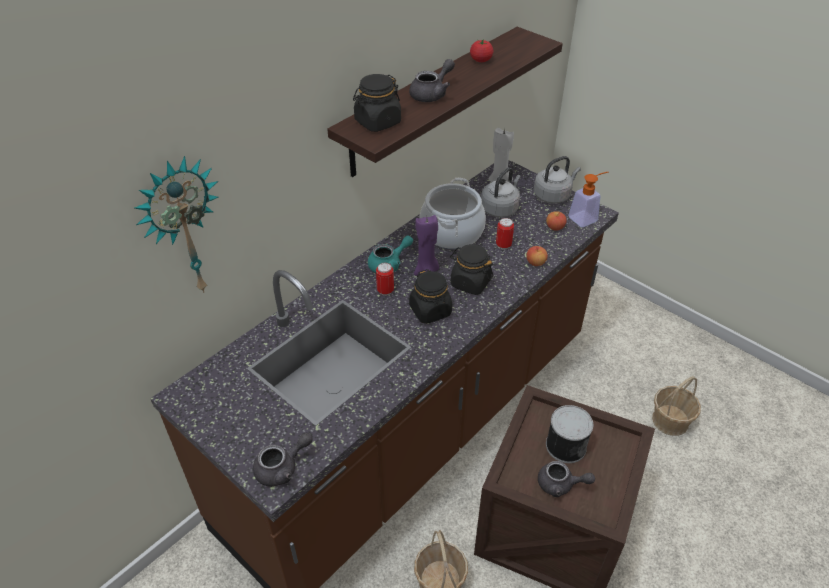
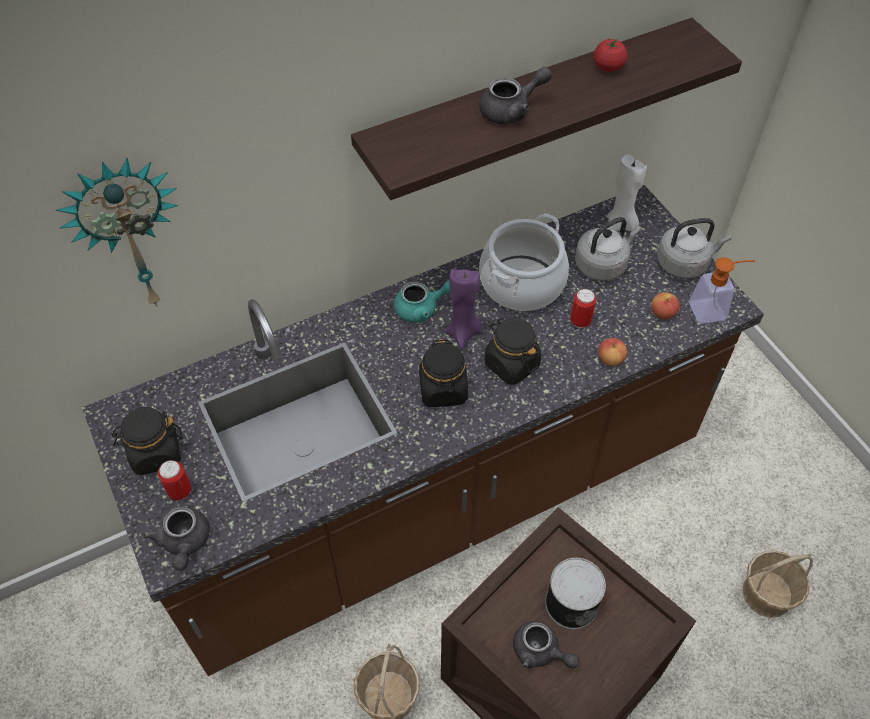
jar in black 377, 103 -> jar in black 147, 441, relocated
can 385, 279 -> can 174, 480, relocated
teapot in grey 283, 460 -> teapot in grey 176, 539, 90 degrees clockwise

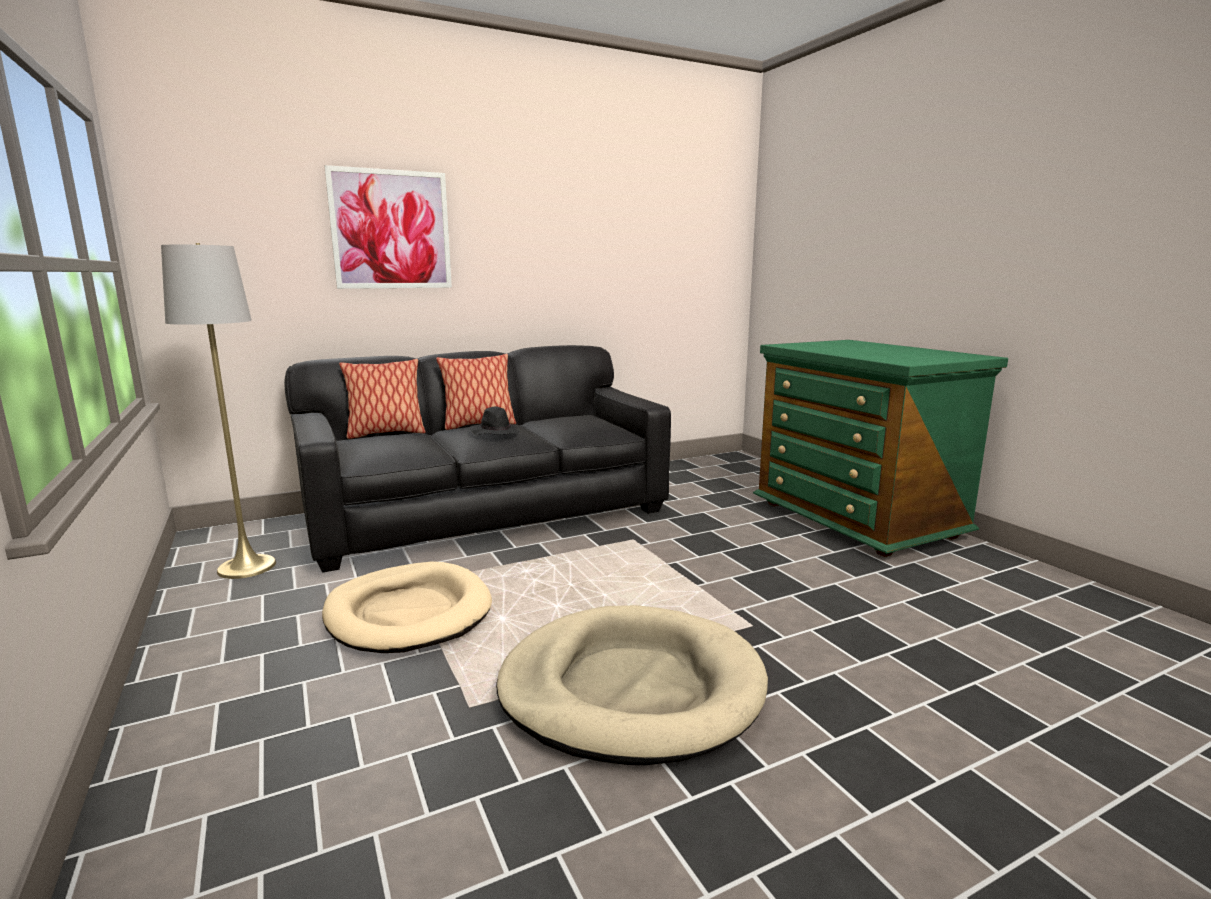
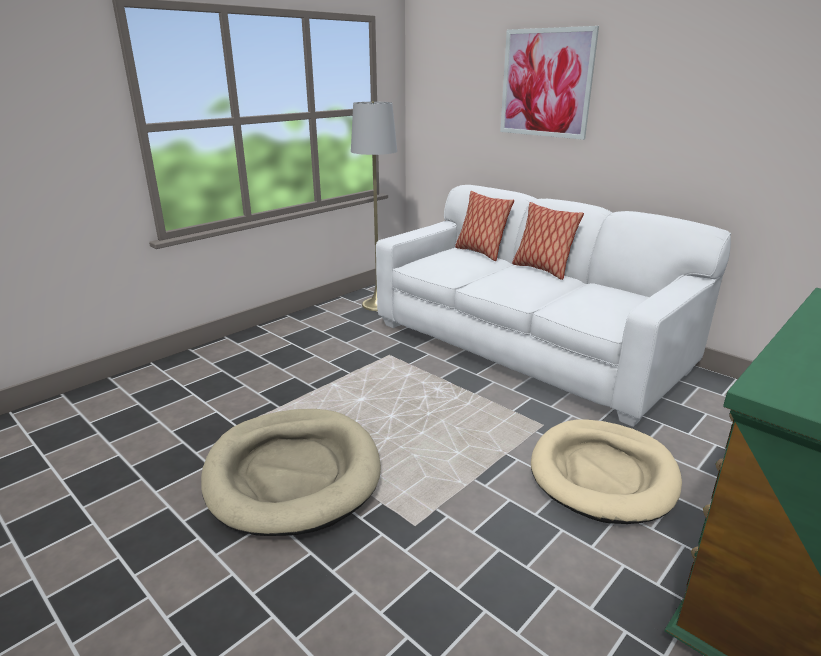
hat in black 495, 420 -> none
dog bed in beige 407, 607 -> dog bed in beige 606, 472, relocated
sofa in black 477, 459 -> sofa in white 553, 306

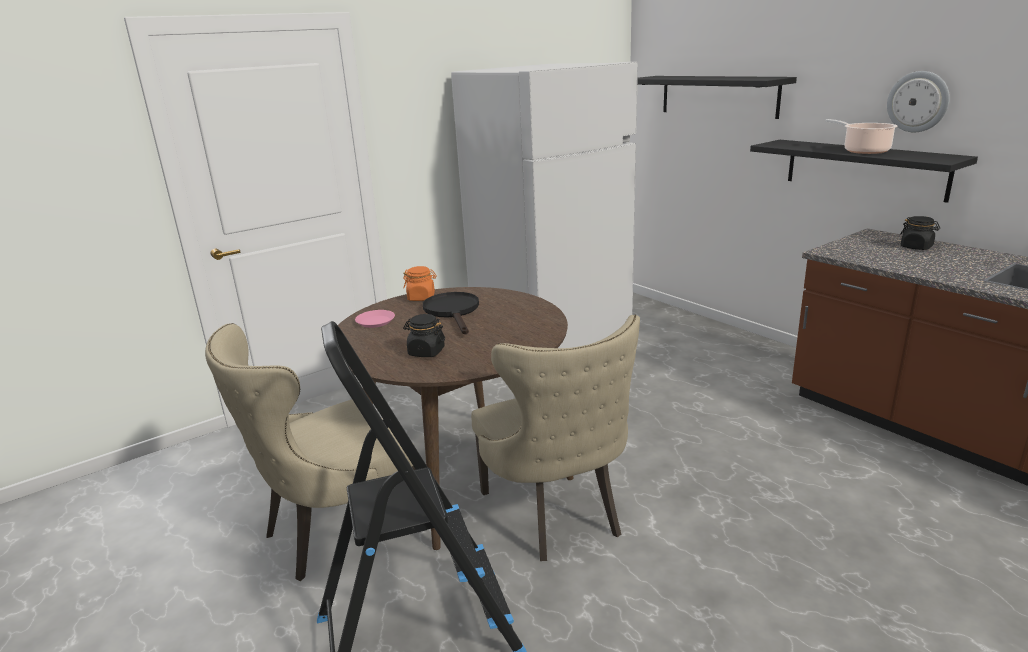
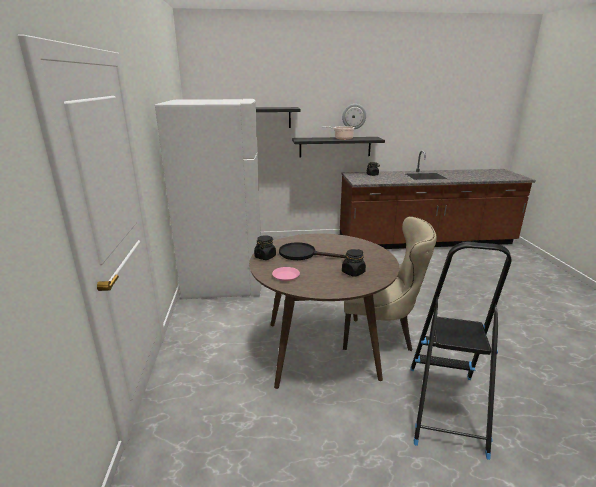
chair in beige 310, 452 -> none
jar in orange 420, 283 -> jar in black 265, 247

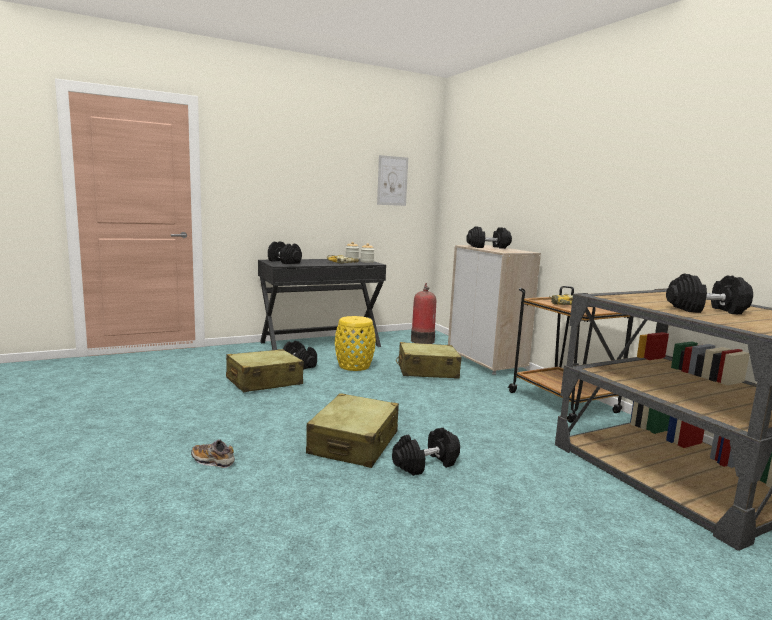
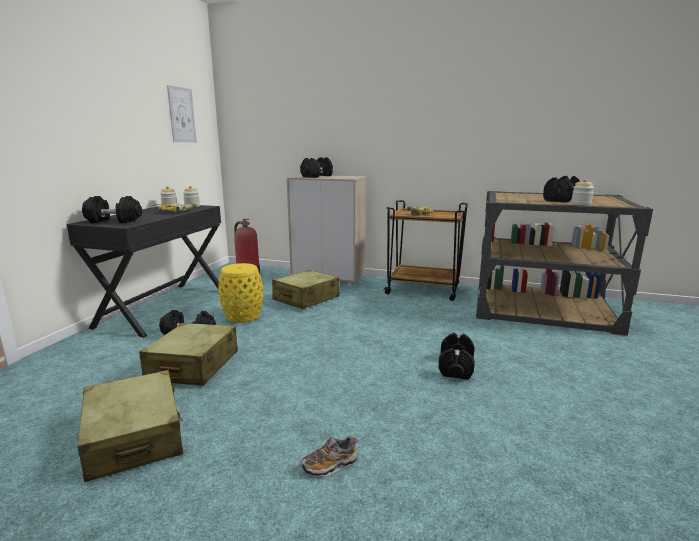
none -> jar 582, 192
suitcase in beige 352, 430 -> suitcase in beige 130, 426, relocated

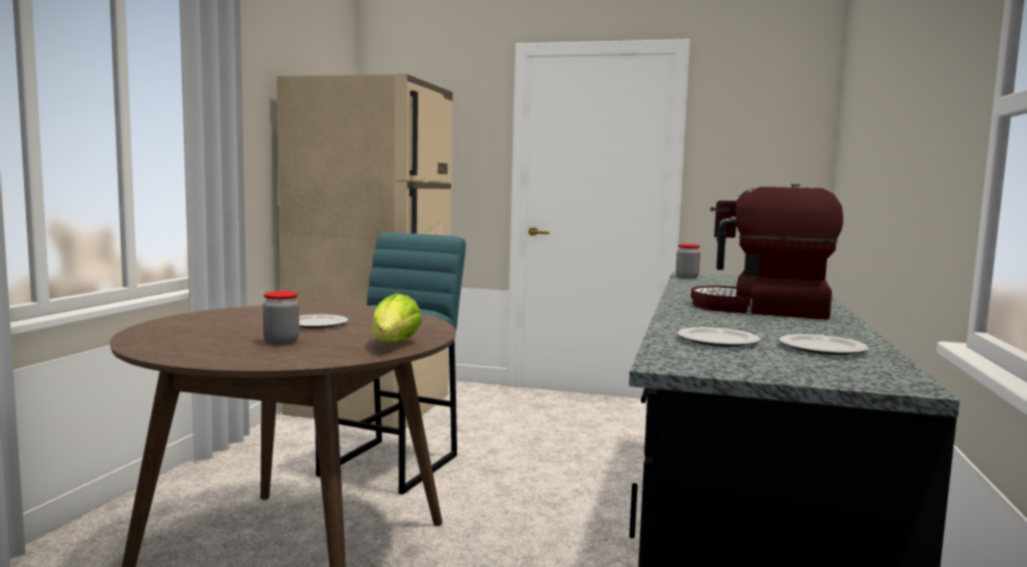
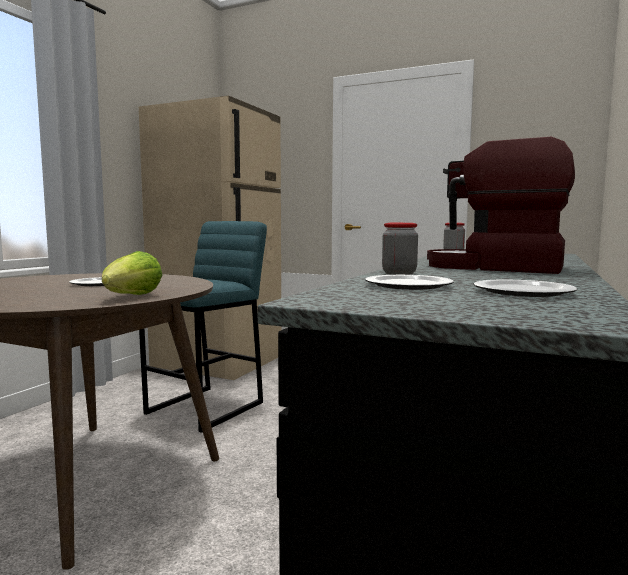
jar 281, 318 -> jar 400, 249, relocated

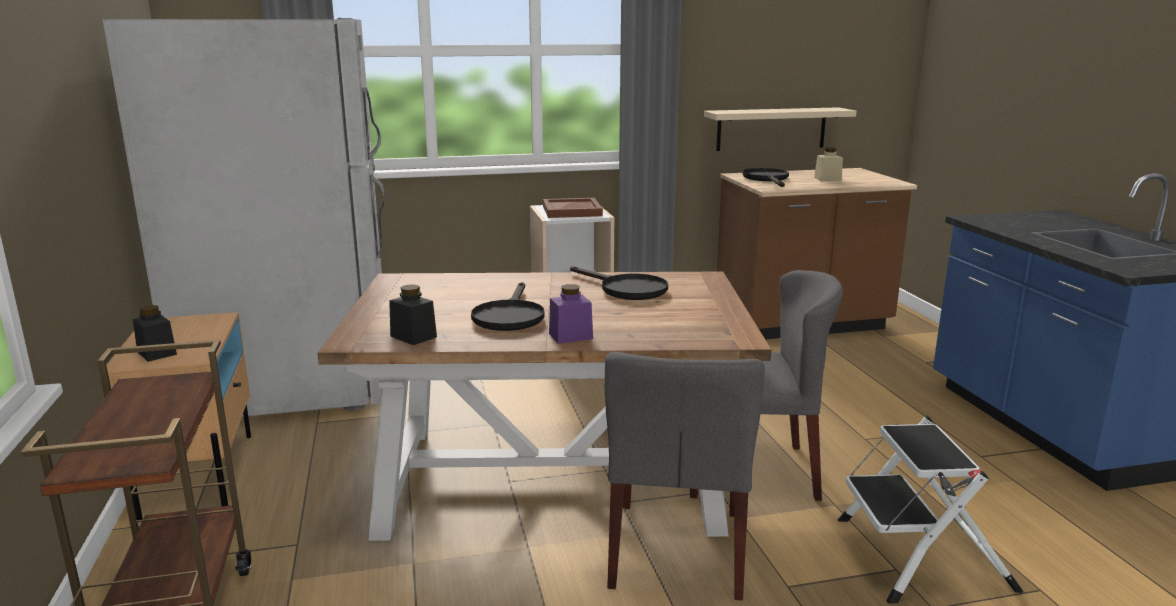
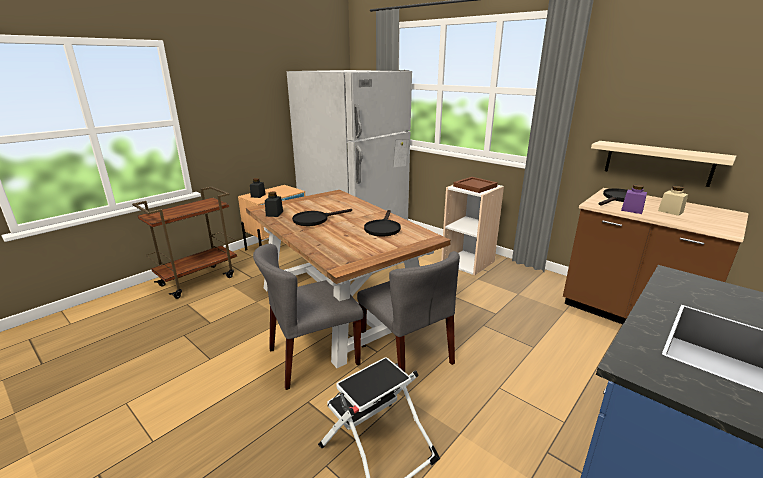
jar in purple 571, 314 -> jar in purple 634, 199, relocated

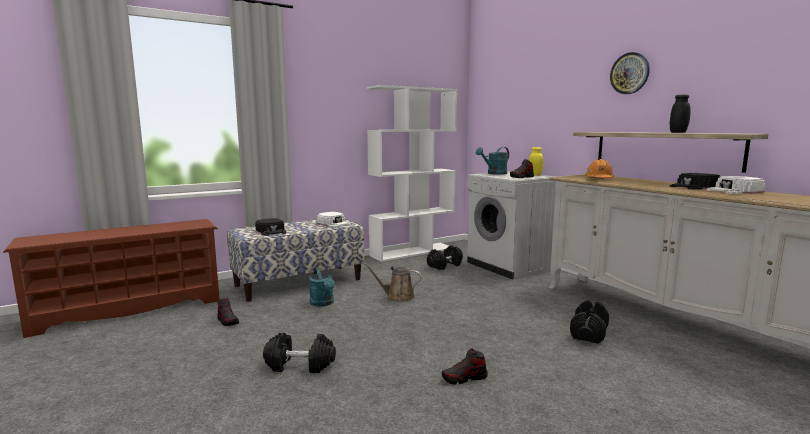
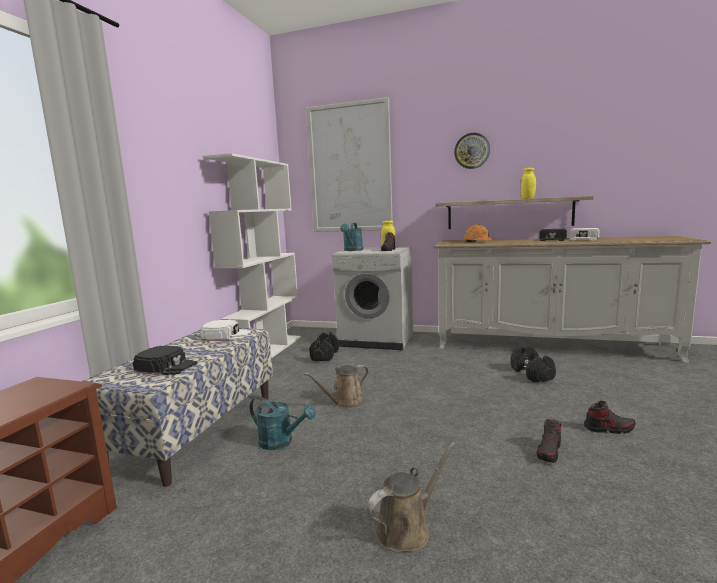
none -> picture 349, 164
shoe 228, 312 -> shoe 610, 417, relocated
dumbbell in black 299, 353 -> watering can in brown 410, 497
jar in black 680, 113 -> jar in yellow 528, 183

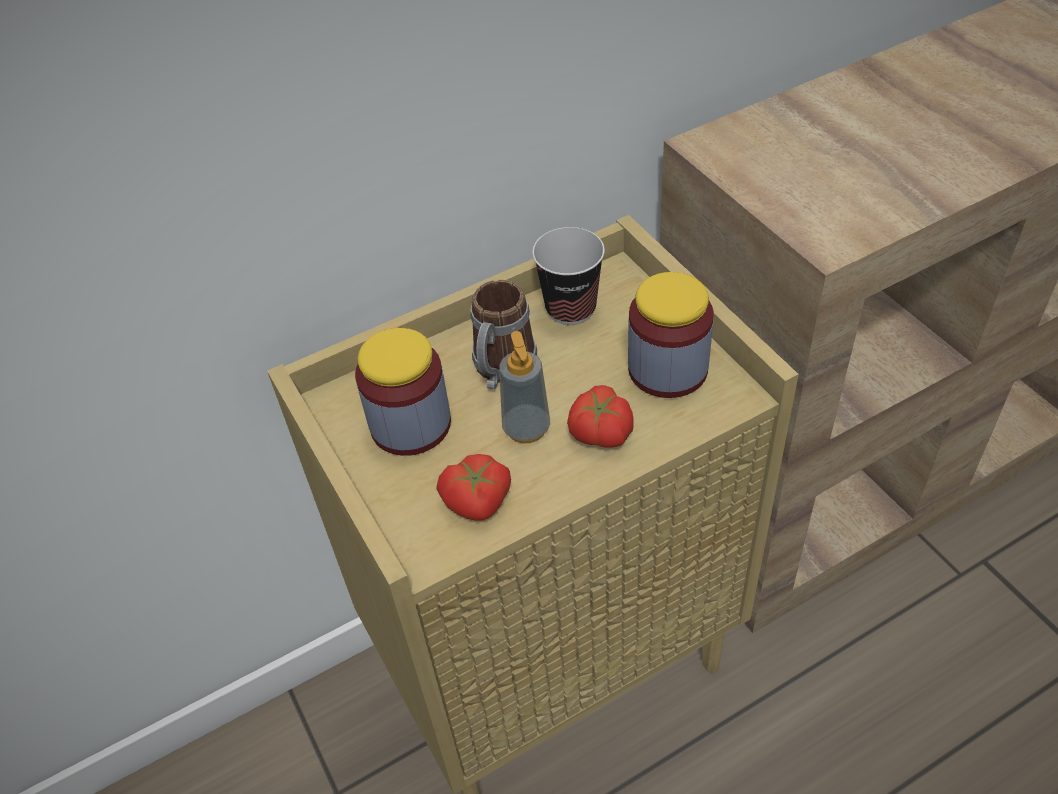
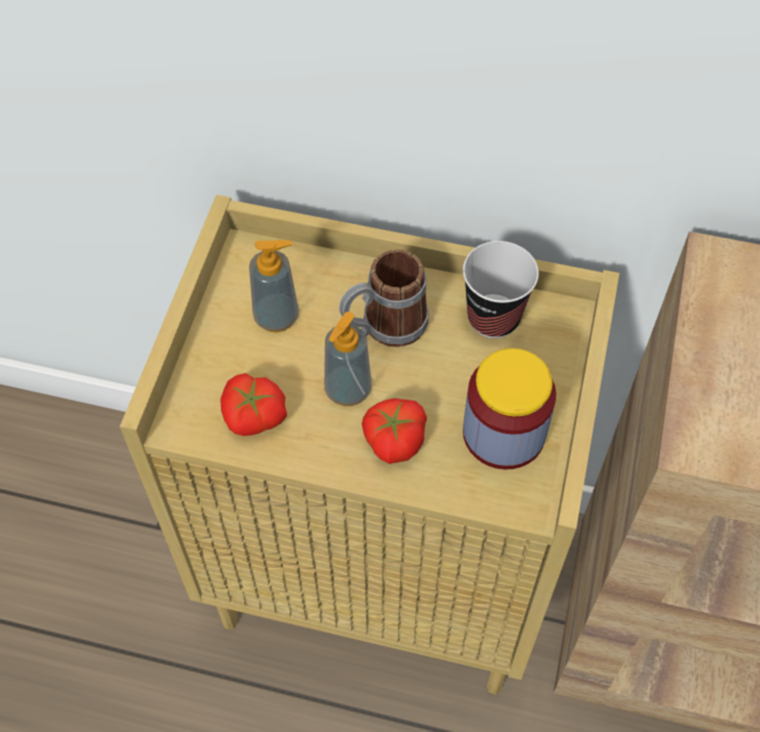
jar 403, 392 -> soap dispenser 274, 286

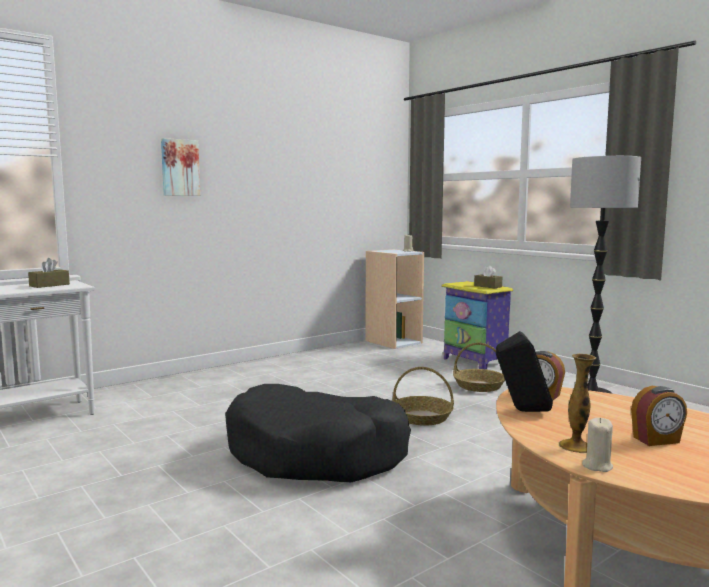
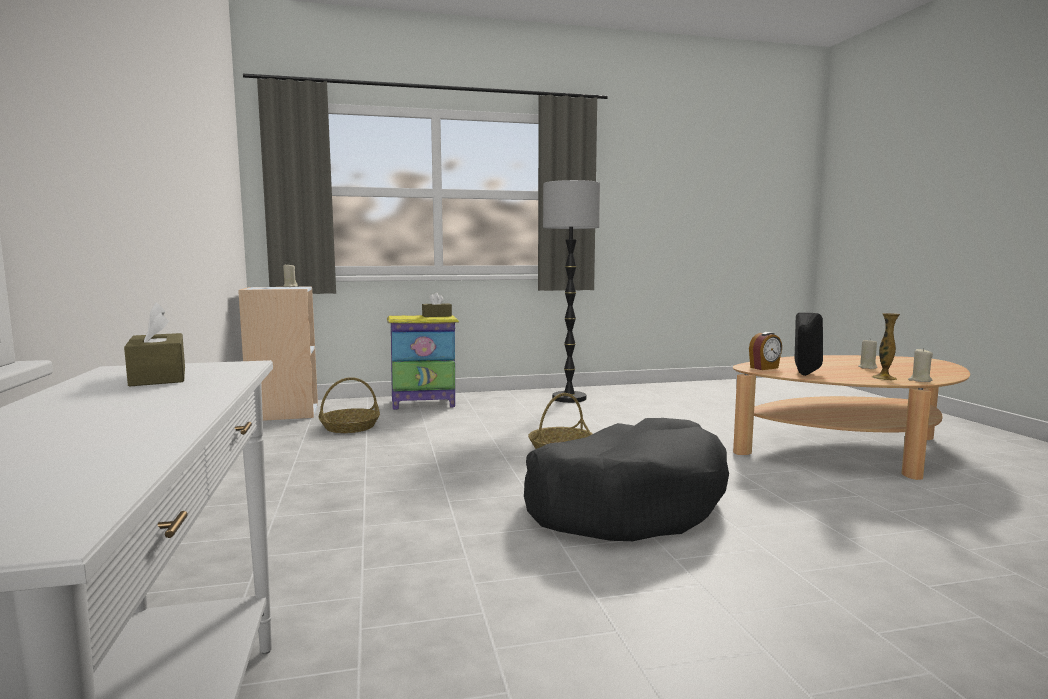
picture 180, 167 -> none
basket 479, 367 -> basket 349, 405, relocated
alarm clock 659, 416 -> candle in beige 868, 353

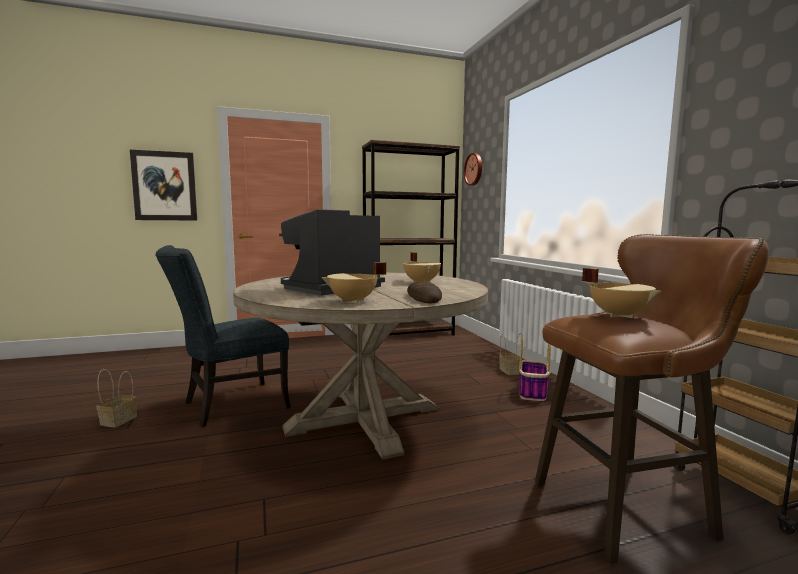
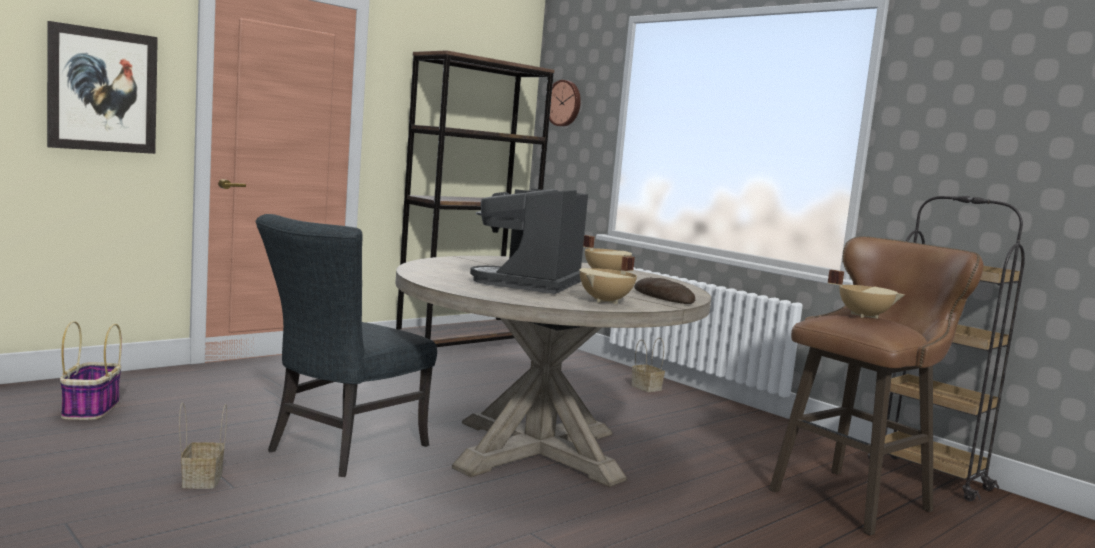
basket 535, 367 -> basket 91, 370, relocated

